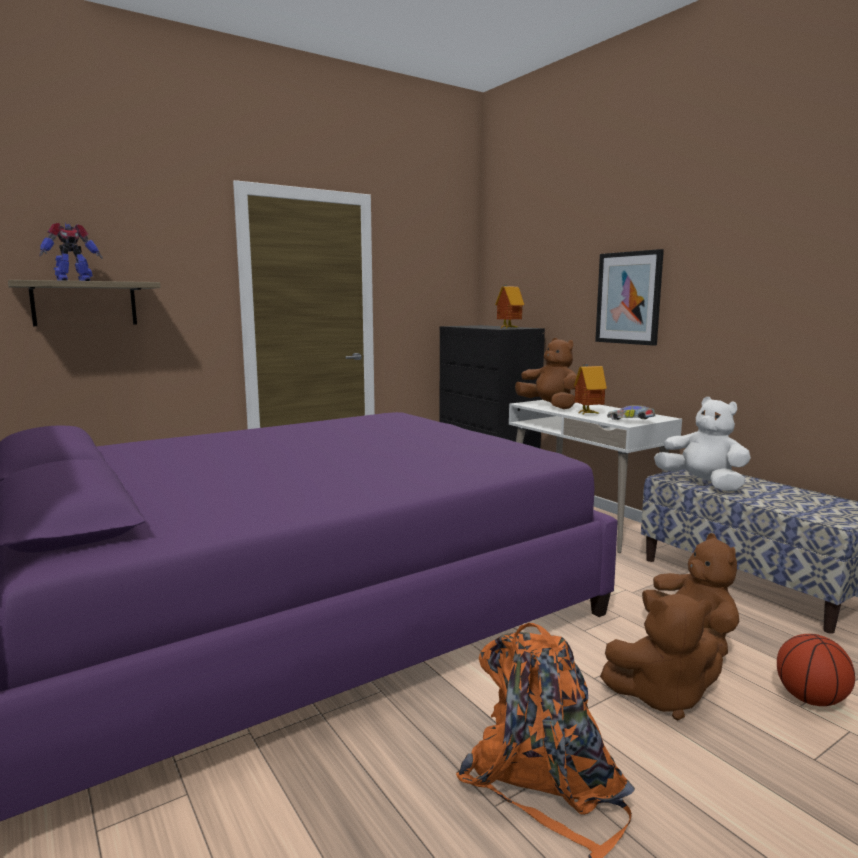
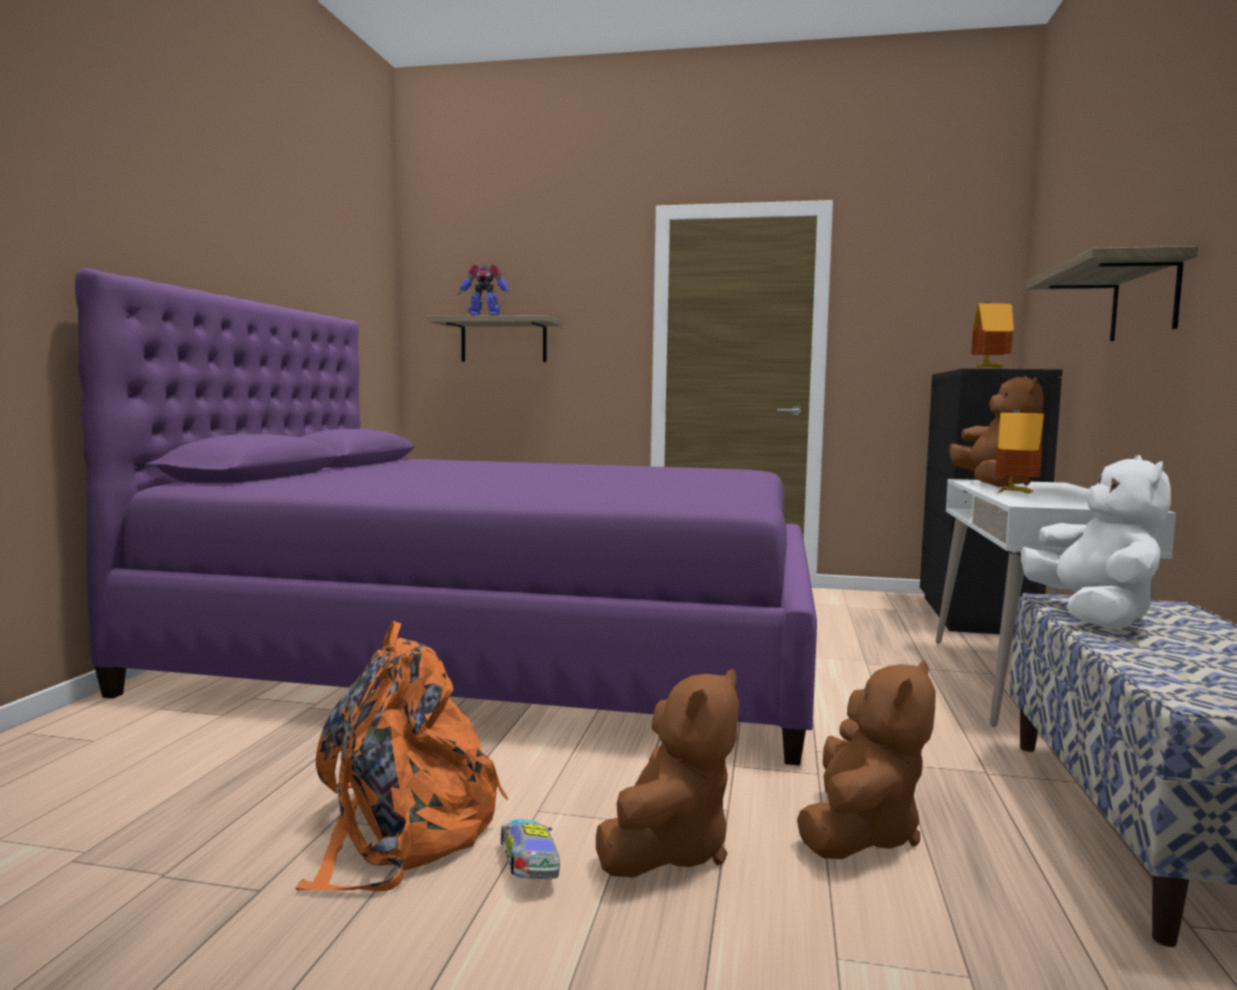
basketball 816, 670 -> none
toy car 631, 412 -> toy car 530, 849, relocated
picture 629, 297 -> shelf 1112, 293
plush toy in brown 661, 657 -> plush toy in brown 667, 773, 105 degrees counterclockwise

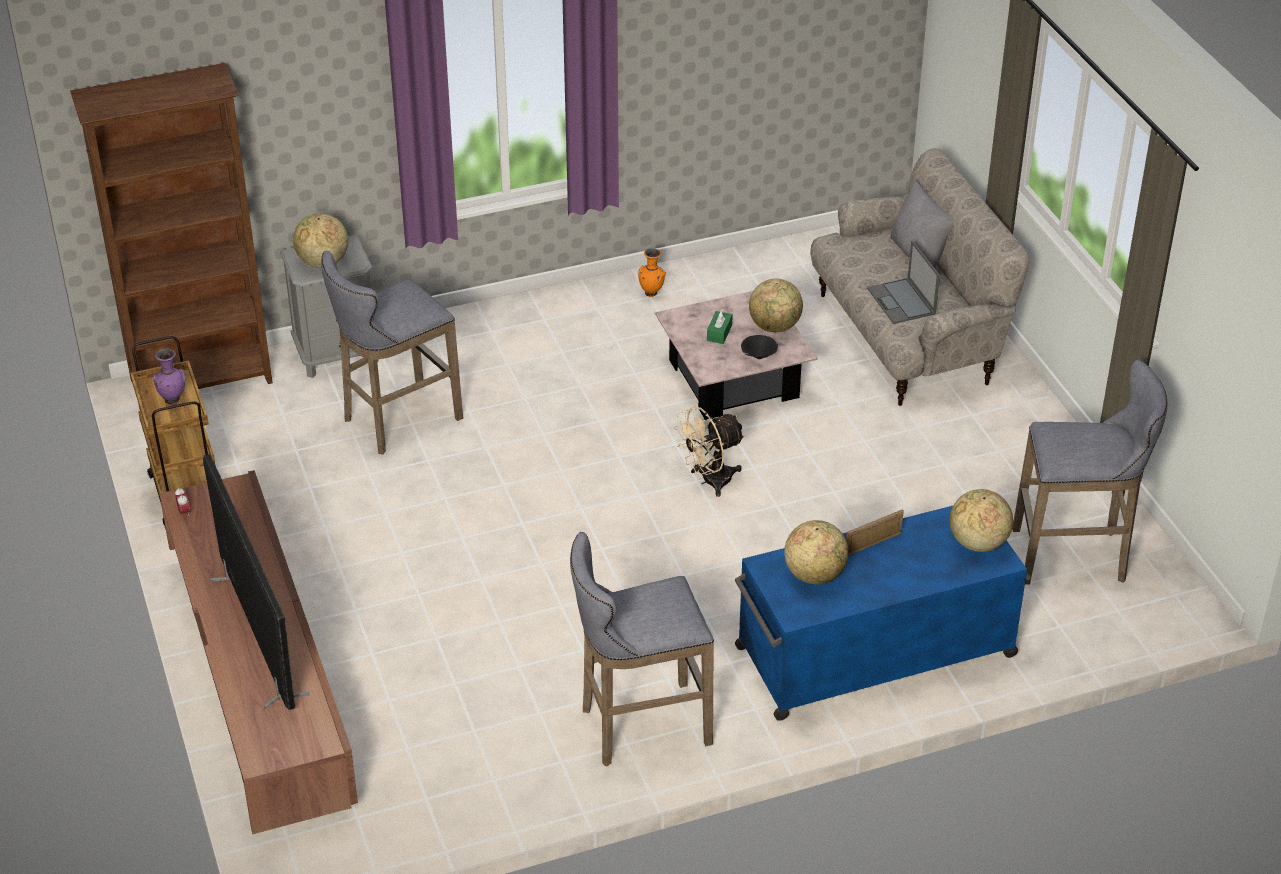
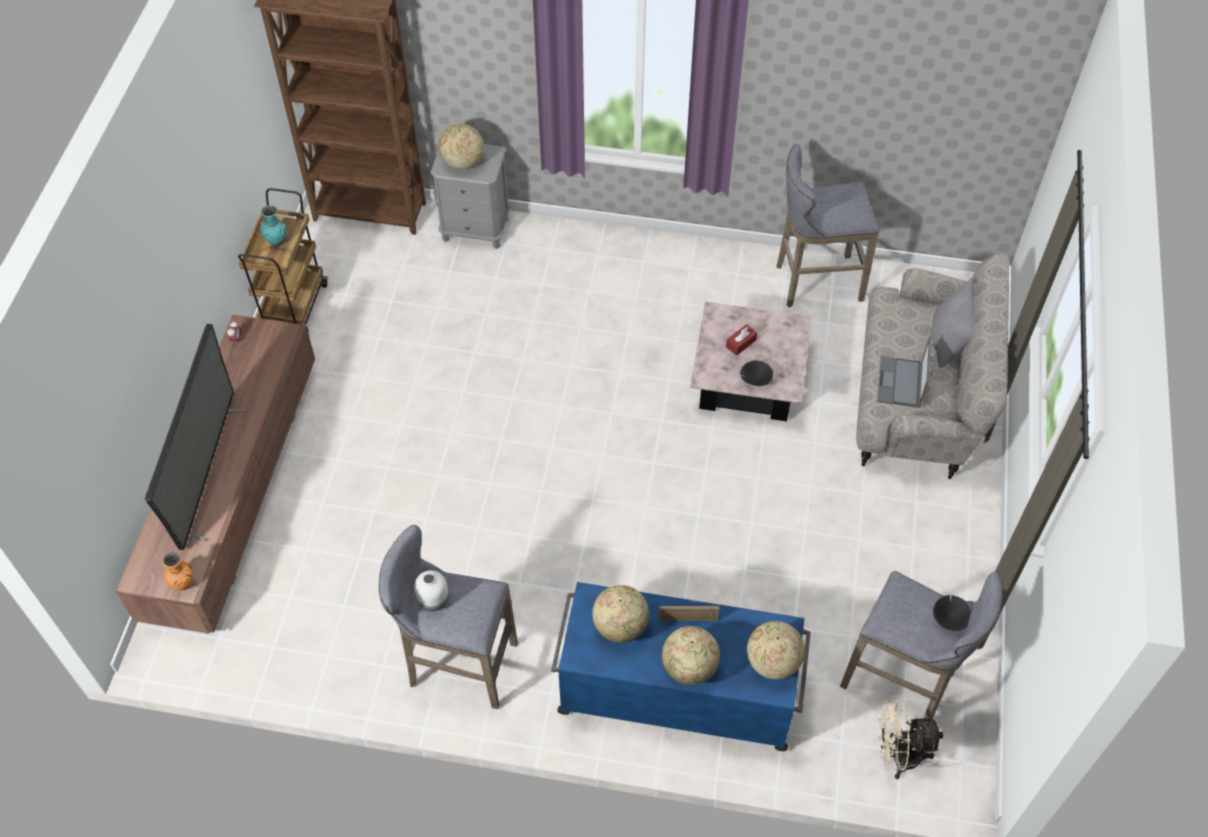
none -> vase in white 431, 590
none -> bowl in black 952, 613
stool in grey 392, 353 -> stool in grey 827, 226, relocated
vase in orange 652, 272 -> vase in orange 177, 570, relocated
fan in beige 709, 451 -> fan in beige 910, 739, relocated
globe 776, 305 -> globe 691, 655, relocated
vase in purple 169, 376 -> vase in turquoise 273, 226
tissue box in green 720, 326 -> tissue box in red 741, 340

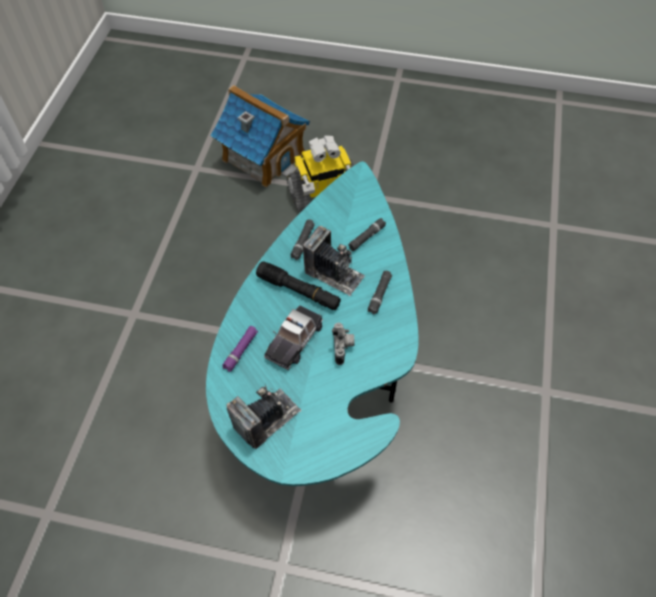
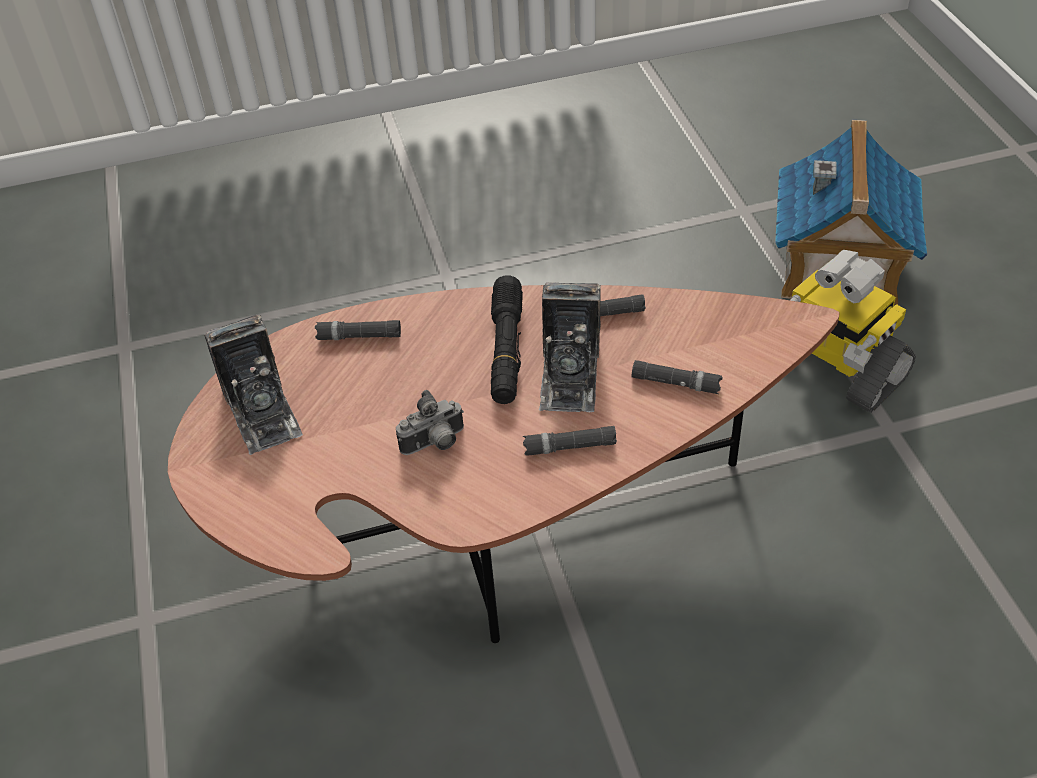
toy car 293, 337 -> none
coffee table in turquoise 312, 323 -> coffee table in brown 504, 464
flashlight in purple 240, 349 -> flashlight in black 358, 330
photo camera 263, 416 -> photo camera 253, 385, 45 degrees clockwise

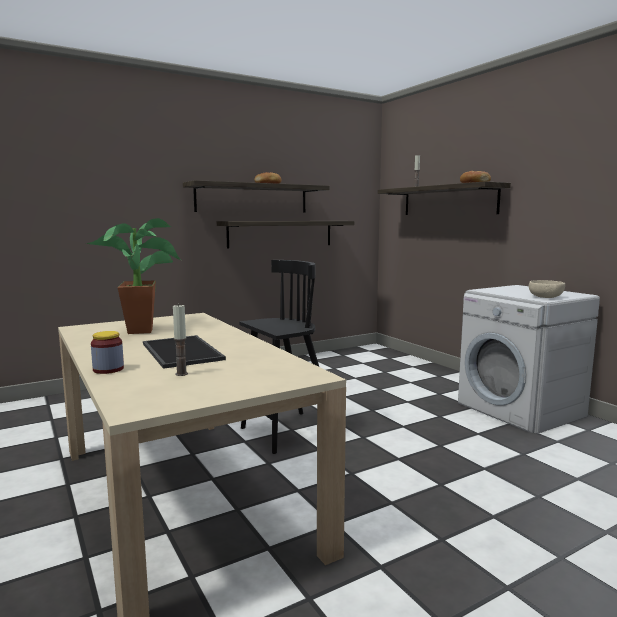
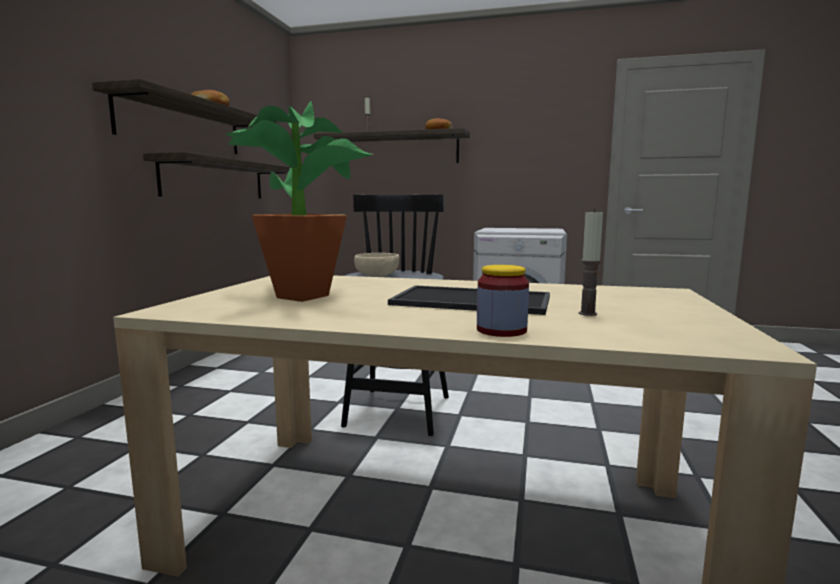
bowl in beige 547, 289 -> bowl in beige 376, 265, relocated

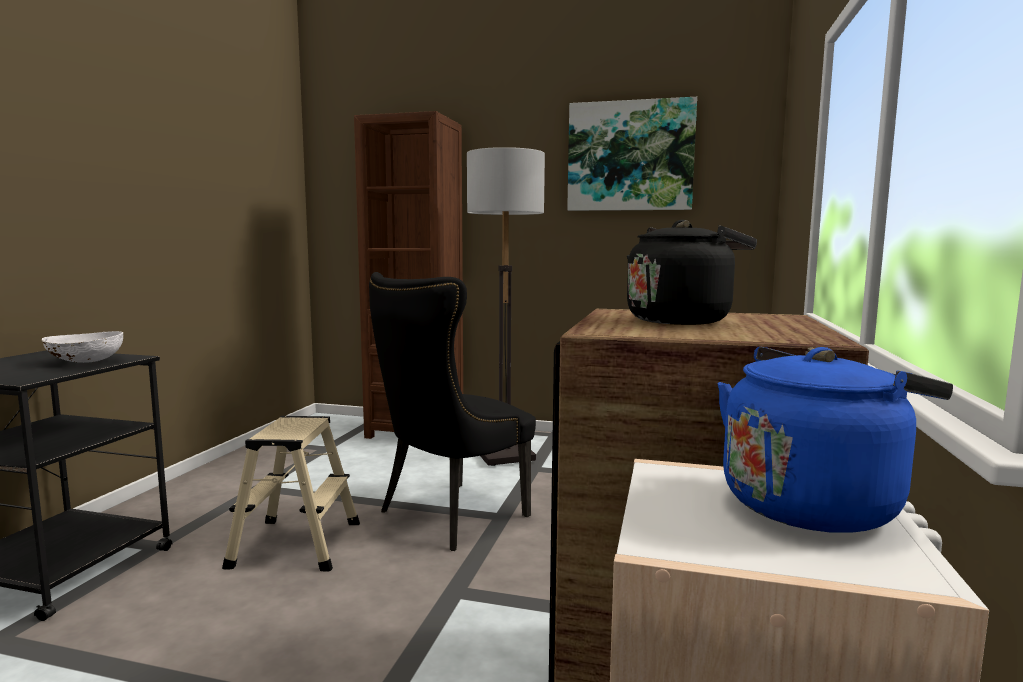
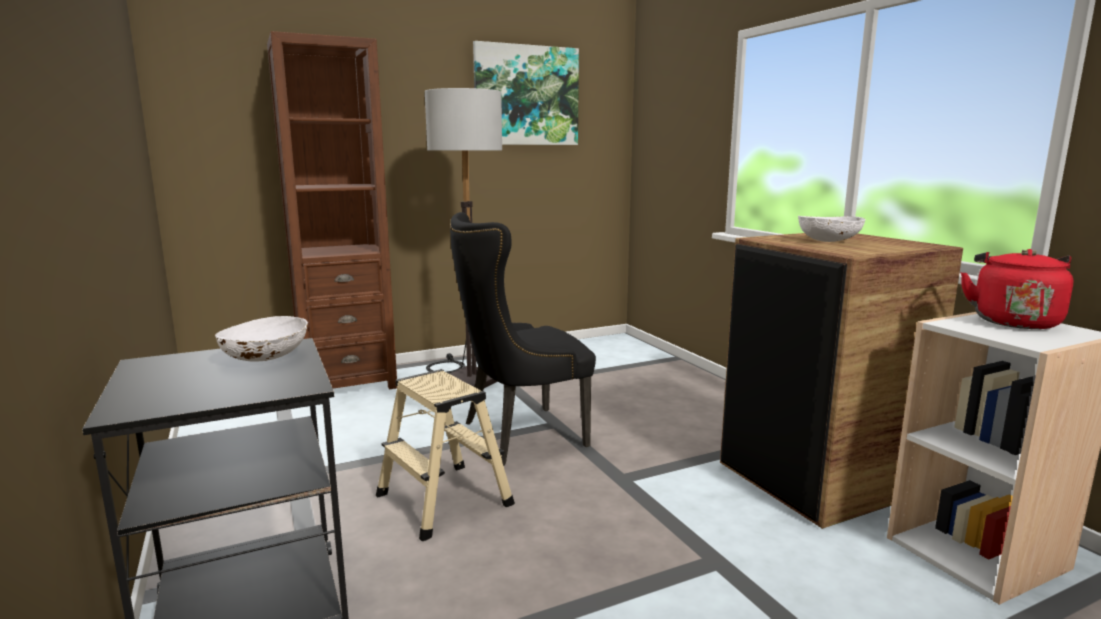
kettle in black 692, 272 -> bowl in white 831, 229
kettle in blue 835, 440 -> kettle in red 1017, 289
chair in black 452, 411 -> chair in black 523, 339, 60 degrees clockwise

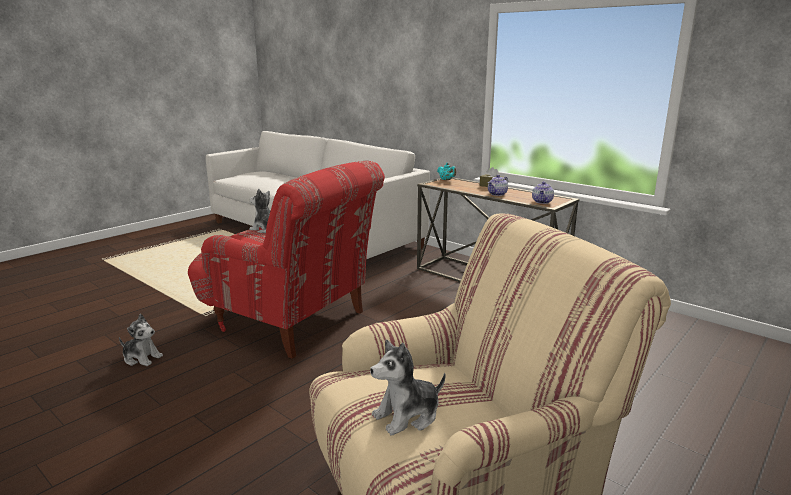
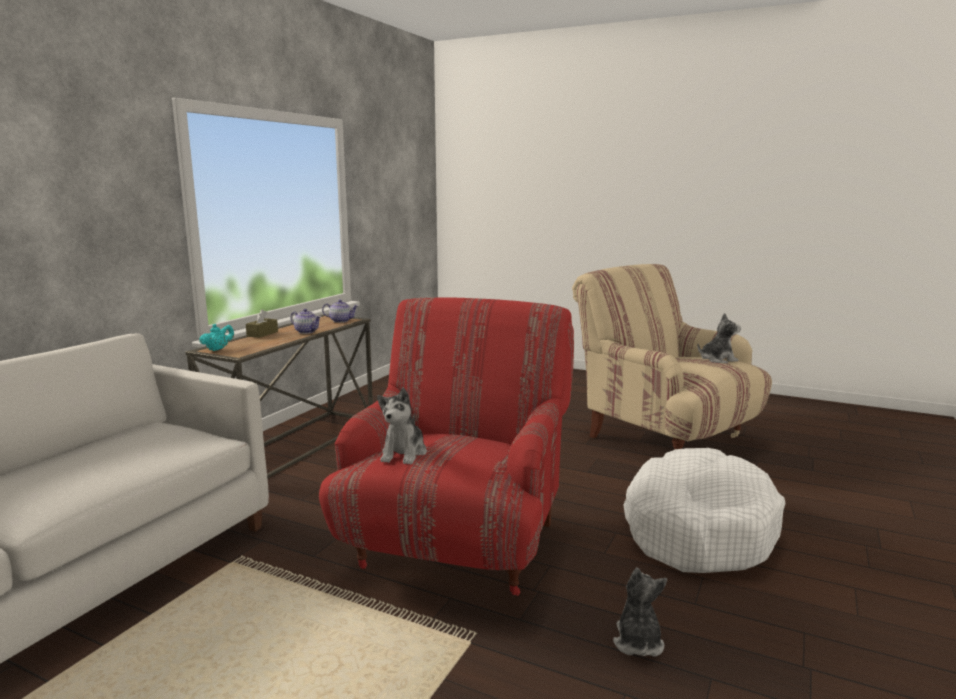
none -> dog bed in white 704, 510
plush toy 408, 387 -> plush toy 719, 338, 60 degrees counterclockwise

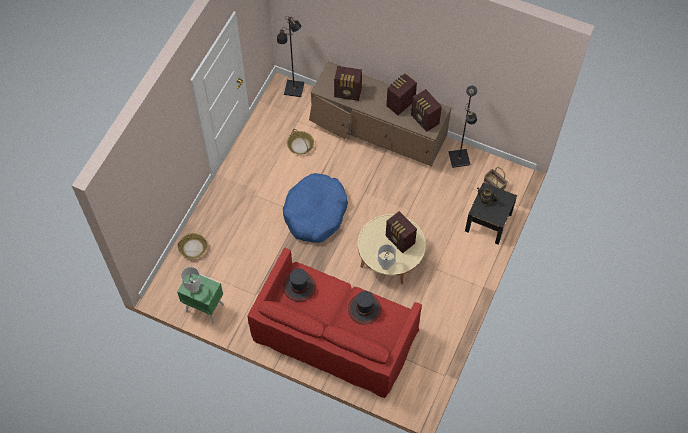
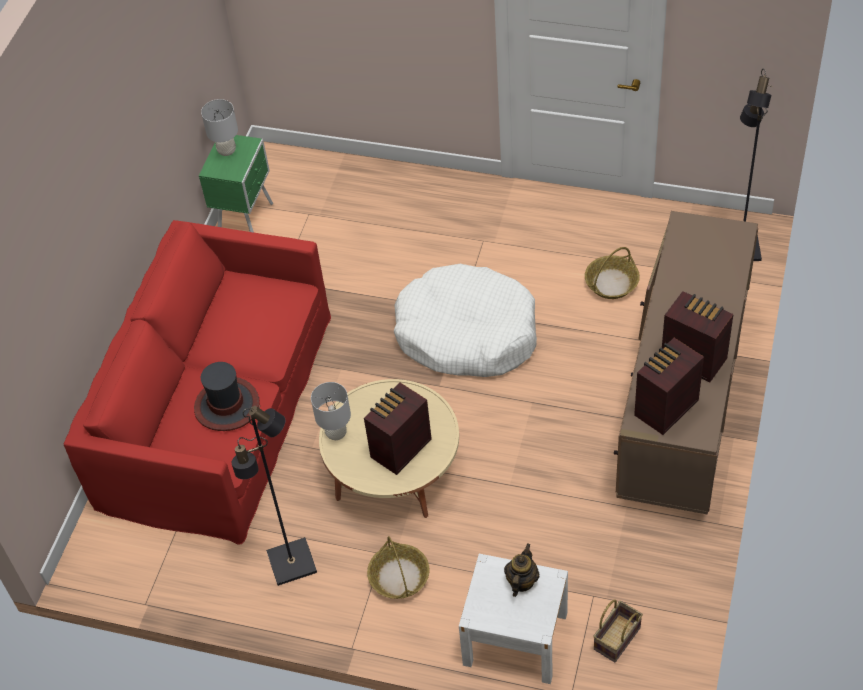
hat 299, 285 -> none
radio 348, 83 -> none
basket 192, 246 -> basket 398, 567, relocated
floor lamp in black 462, 127 -> floor lamp in black 274, 495, relocated
dog bed in blue 315, 208 -> dog bed in white 465, 320
nightstand in black 491, 213 -> nightstand in white 513, 619

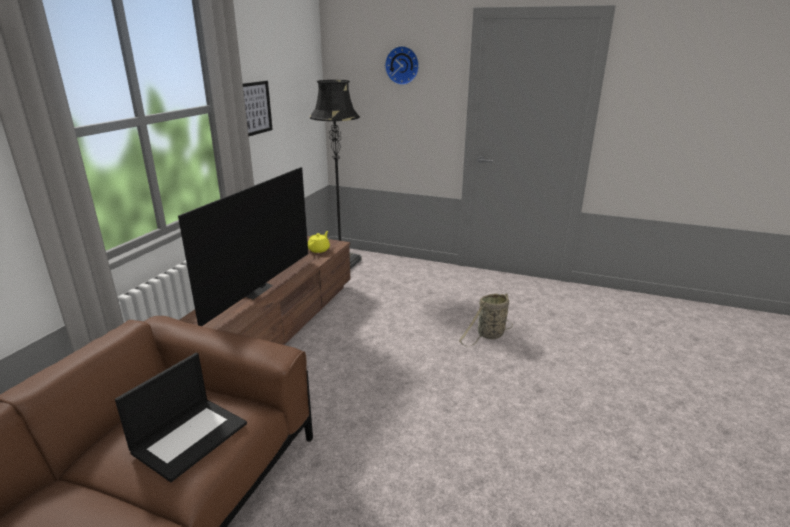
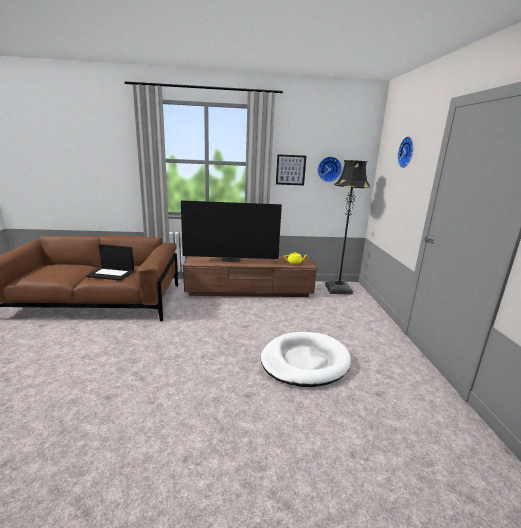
none -> wall clock 330, 169
basket 486, 320 -> dog bed in white 306, 359

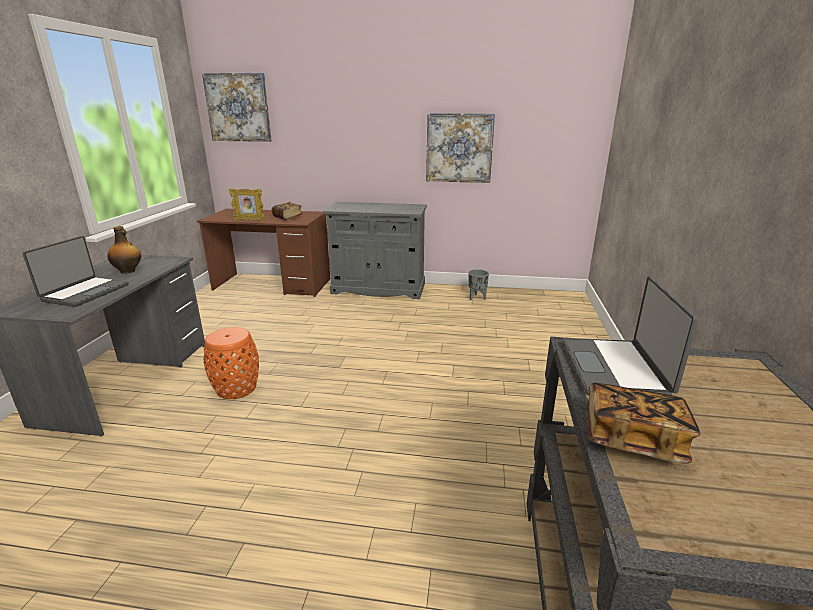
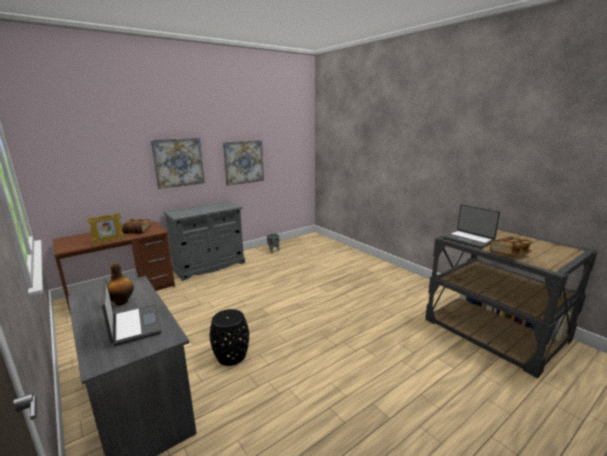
picture 237, 107 -> picture 178, 163, relocated
stool in orange 231, 363 -> stool in black 229, 337

